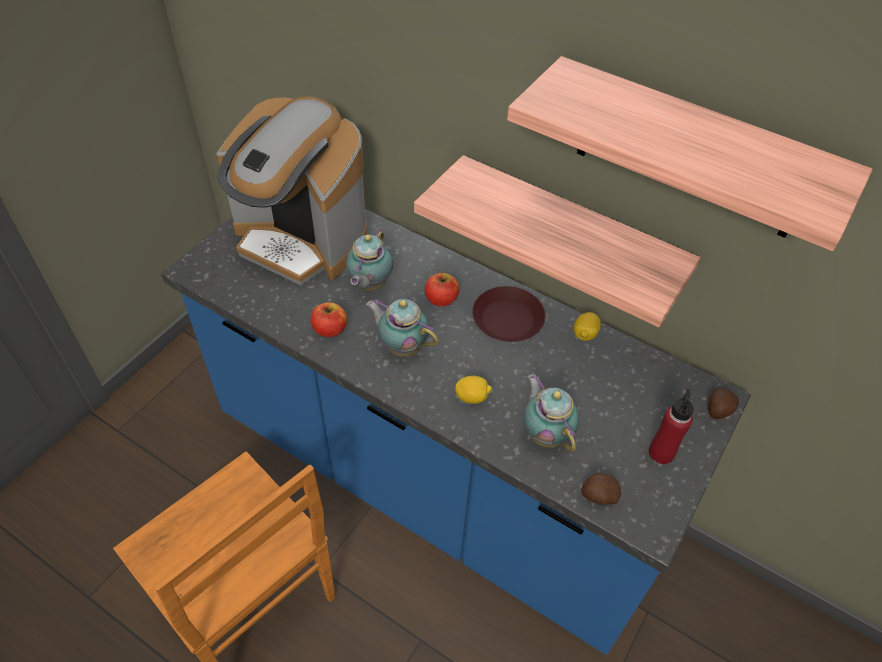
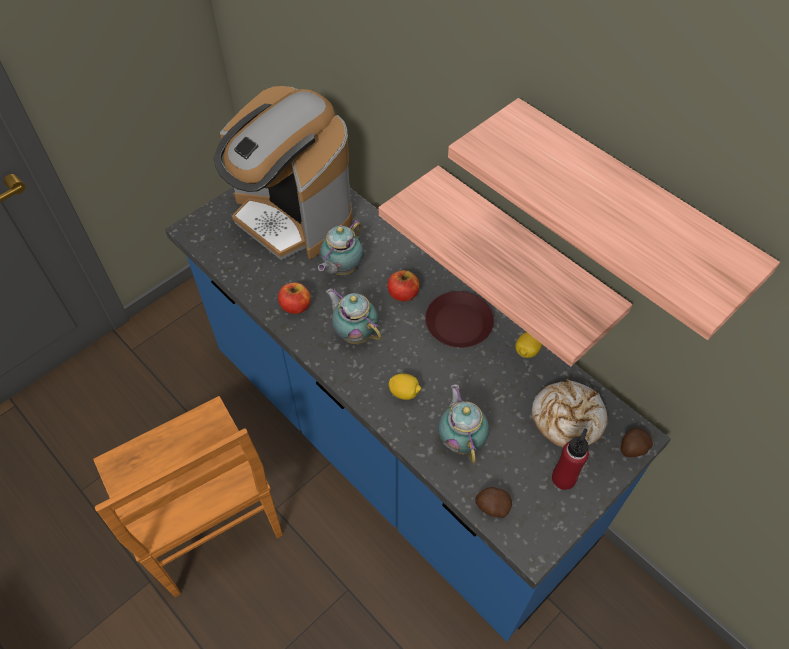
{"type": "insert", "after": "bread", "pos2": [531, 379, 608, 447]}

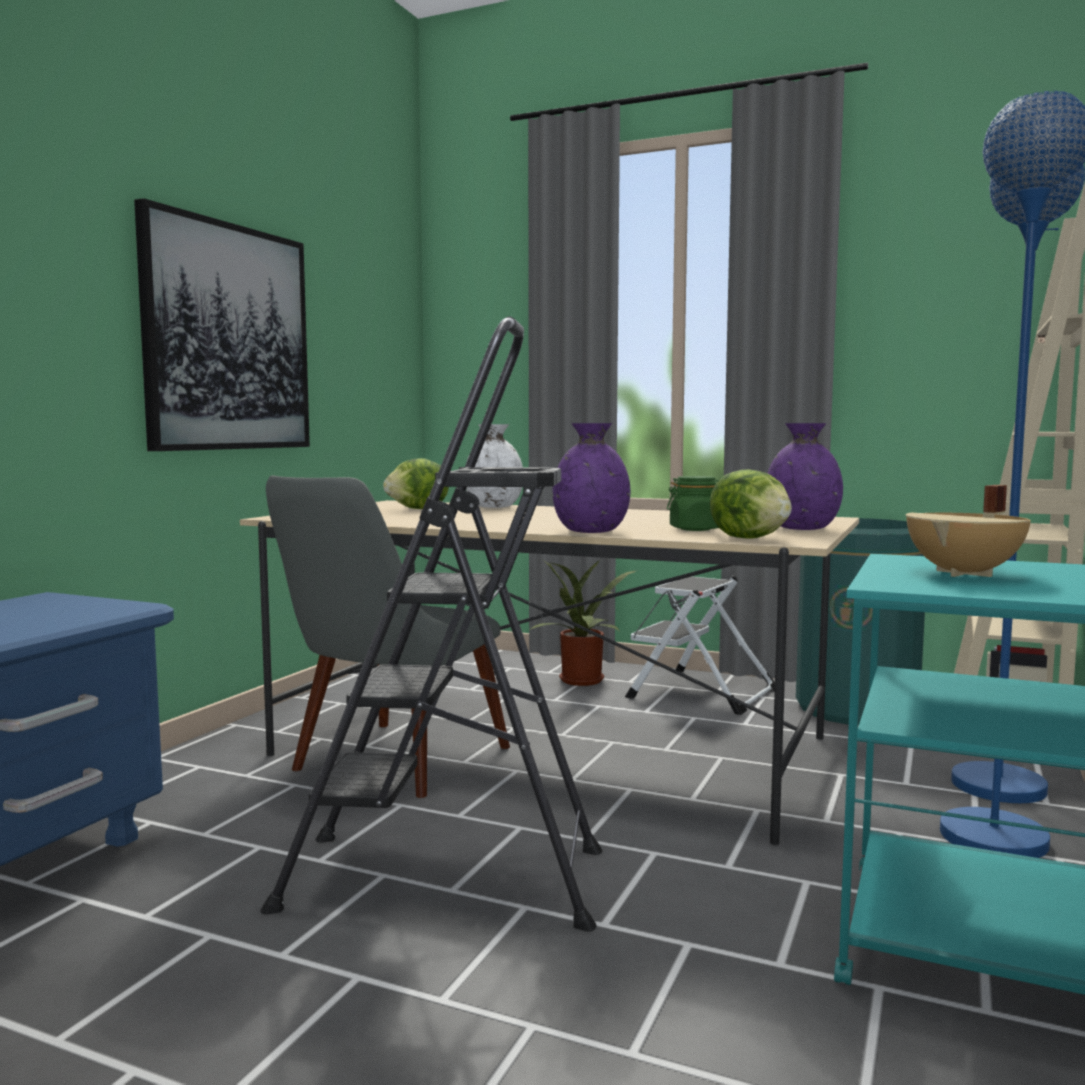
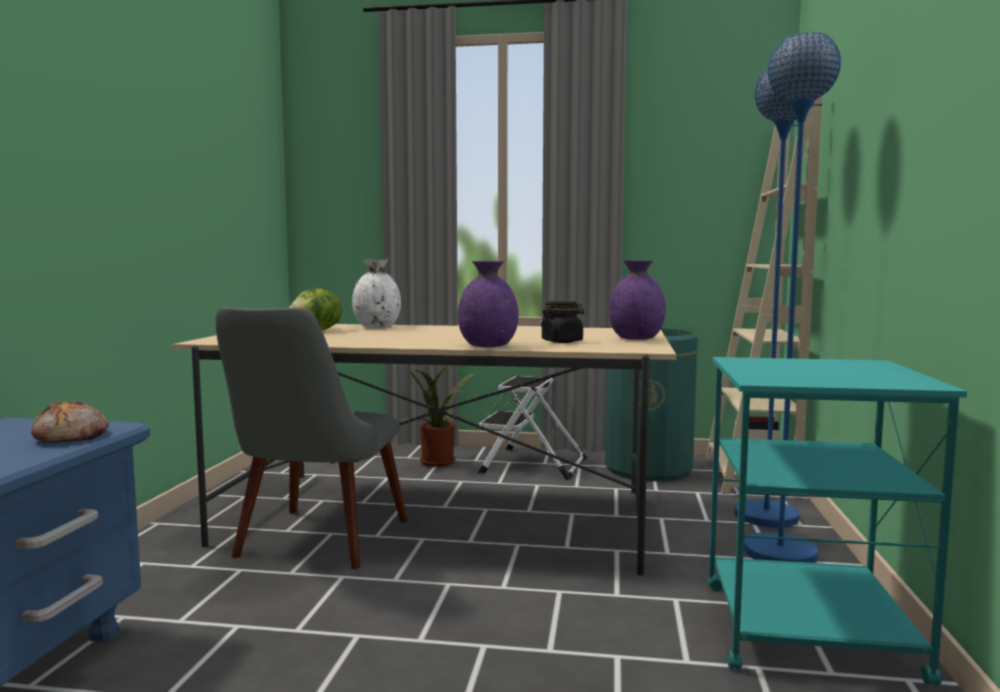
{"type": "delete", "before": "picture", "pos1": [134, 198, 310, 451]}
{"type": "delete", "before": "step ladder", "pos1": [261, 316, 602, 931]}
{"type": "delete", "before": "lettuce", "pos1": [710, 469, 792, 539]}
{"type": "recolor", "before": "green jar", "after": "black jar", "pos1": [667, 476, 719, 531], "pos2": [541, 301, 584, 343]}
{"type": "delete", "before": "beige cooking pot", "pos1": [906, 485, 1031, 577]}
{"type": "insert", "after": "bread", "pos2": [31, 401, 109, 443]}

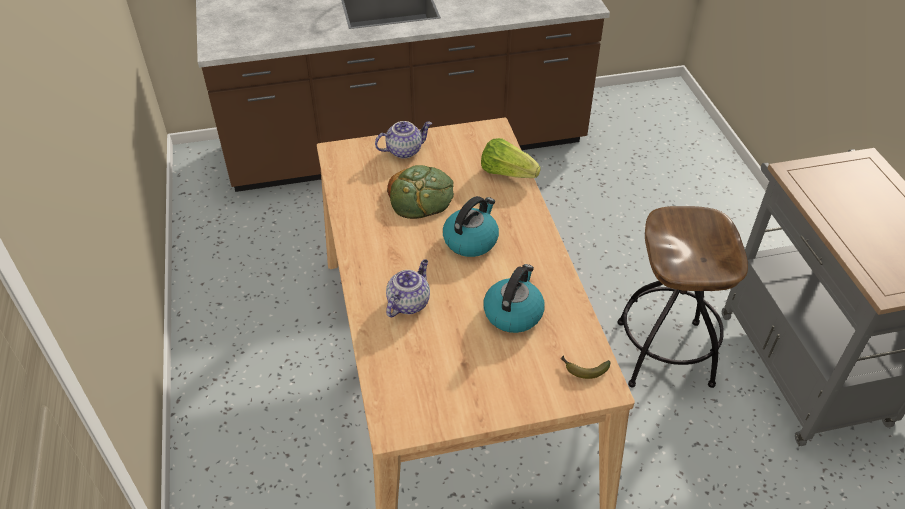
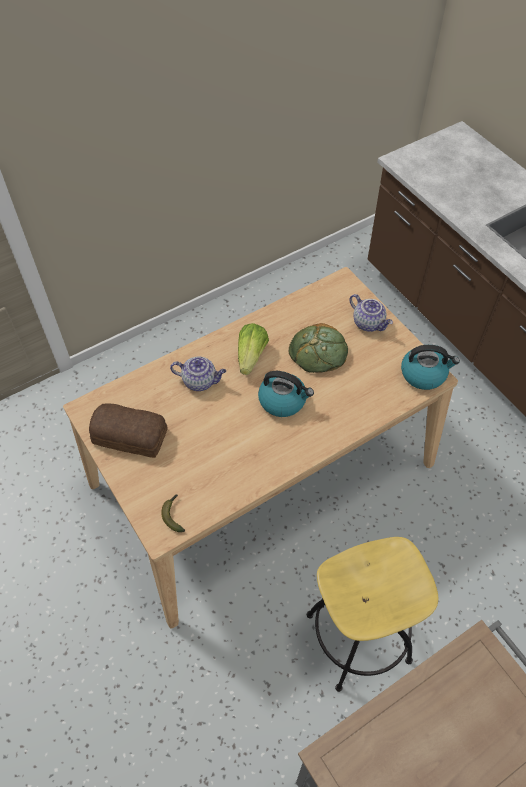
{"type": "move", "before": "lettuce", "pos1": [481, 138, 541, 178], "pos2": [238, 323, 269, 375]}
{"type": "recolor", "before": "brown stool", "after": "yellow stool", "pos1": [618, 206, 748, 388], "pos2": [307, 537, 438, 692]}
{"type": "move", "before": "kettle", "pos1": [483, 264, 545, 333], "pos2": [401, 345, 460, 390]}
{"type": "insert", "after": "bread", "pos2": [89, 404, 168, 458]}

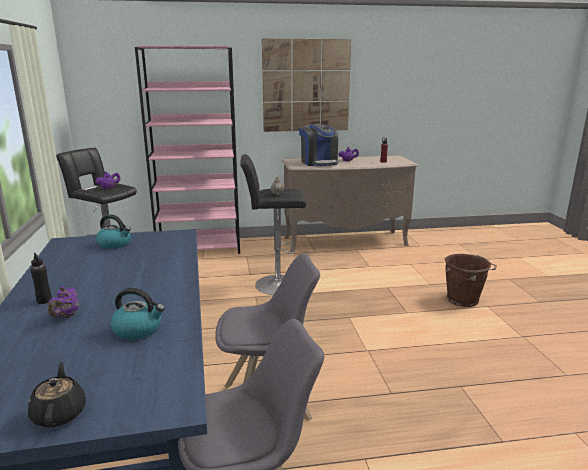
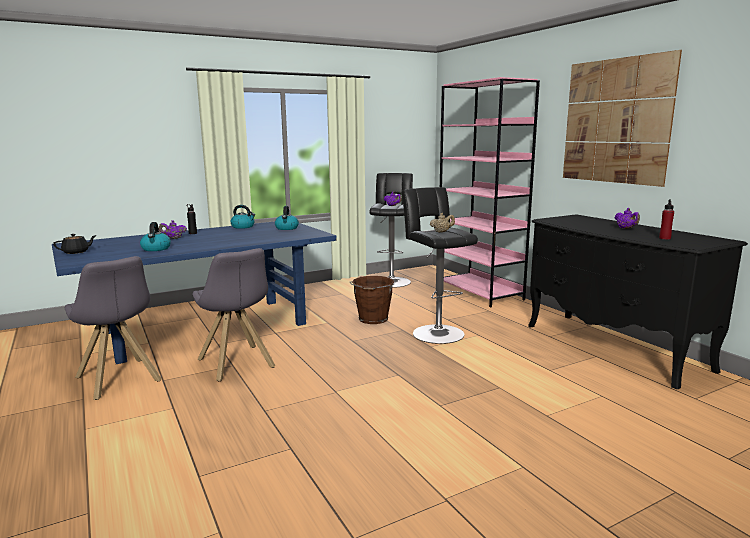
{"type": "delete", "before": "coffee machine", "pos1": [299, 124, 338, 166]}
{"type": "recolor", "before": "beige dresser", "after": "black dresser", "pos1": [282, 155, 418, 253], "pos2": [528, 214, 748, 389]}
{"type": "move", "before": "brown bucket", "pos1": [445, 254, 497, 307], "pos2": [350, 276, 394, 324]}
{"type": "insert", "after": "kettle", "pos2": [231, 205, 255, 229]}

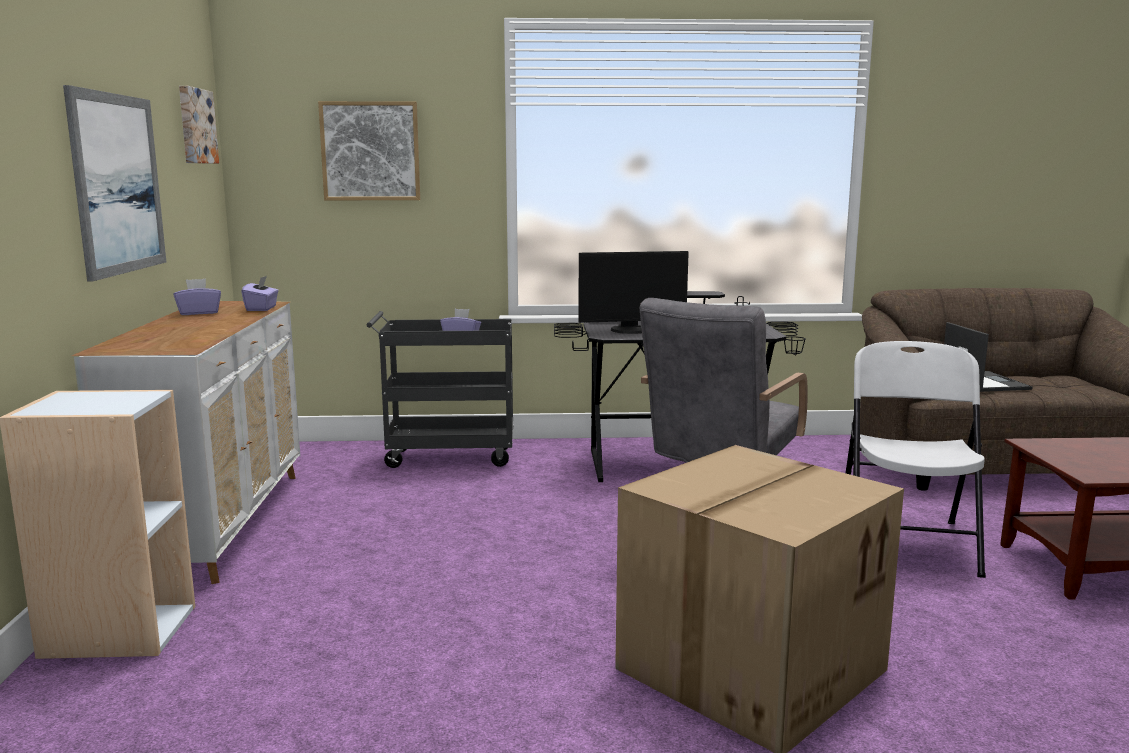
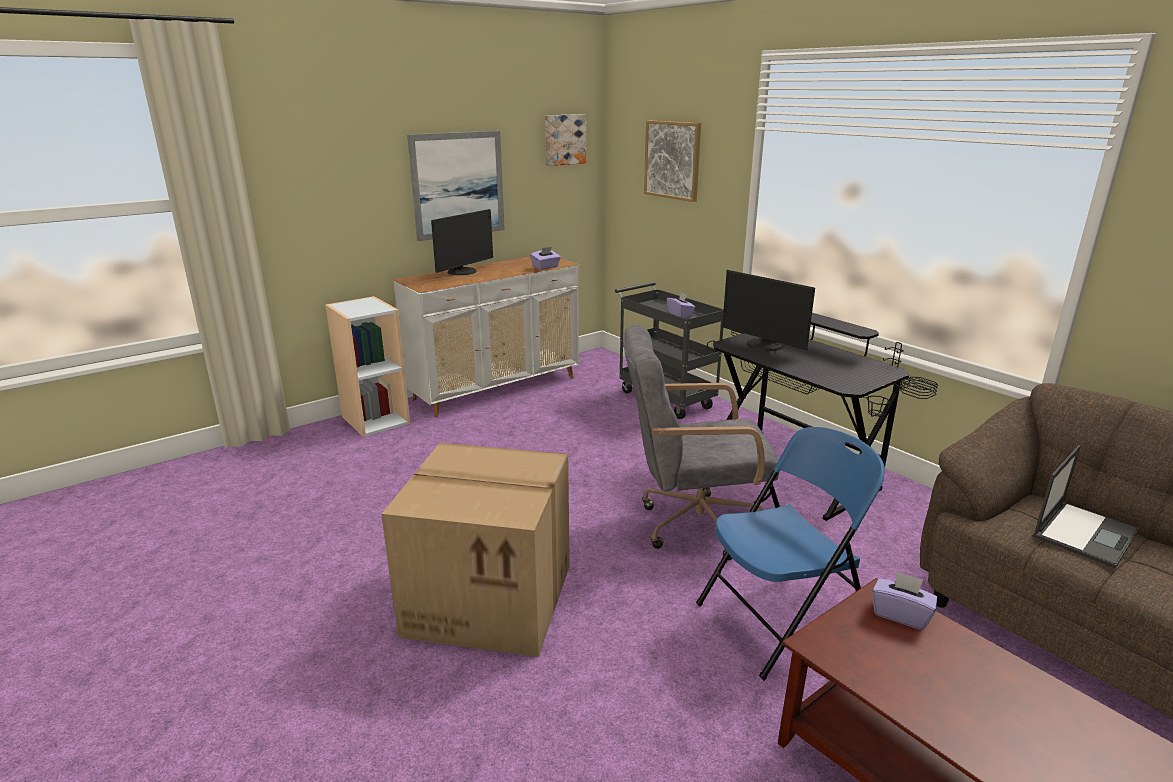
{"type": "move", "before": "purple tissue box", "pos1": [174, 279, 221, 315], "pos2": [872, 571, 937, 630]}
{"type": "recolor", "before": "white chair", "after": "blue chair", "pos1": [846, 341, 986, 578], "pos2": [696, 427, 885, 681]}
{"type": "insert", "after": "monitor", "pos2": [431, 209, 493, 275]}

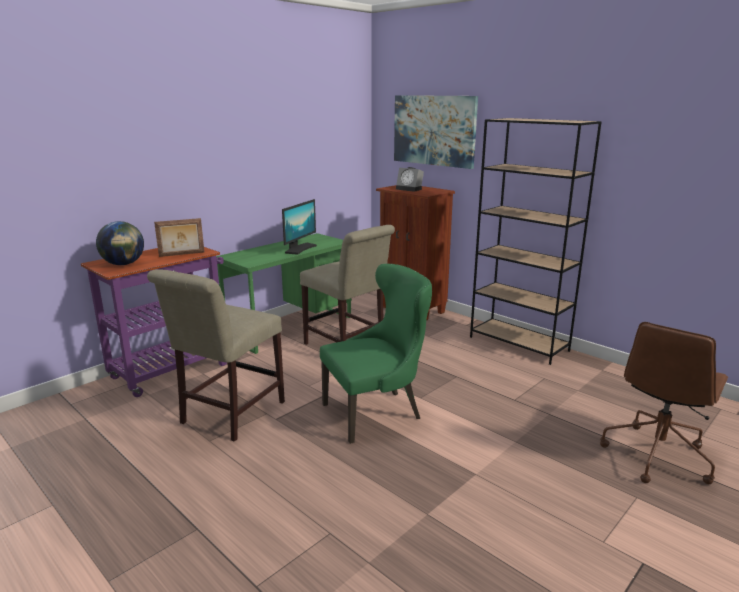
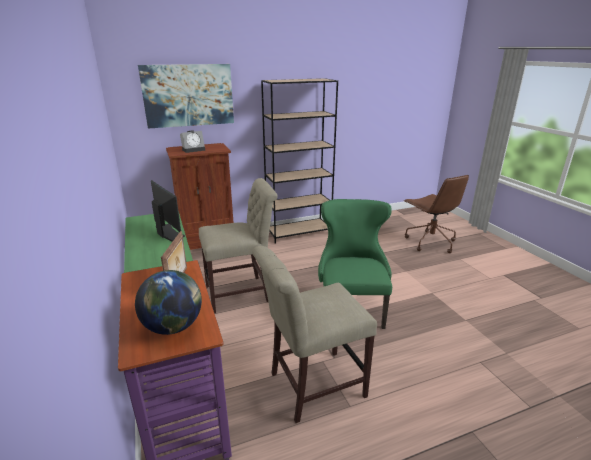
{"type": "rotate", "before": "beige chair", "pos1": [147, 269, 285, 442], "pos2": [252, 246, 377, 423], "turn": 105}

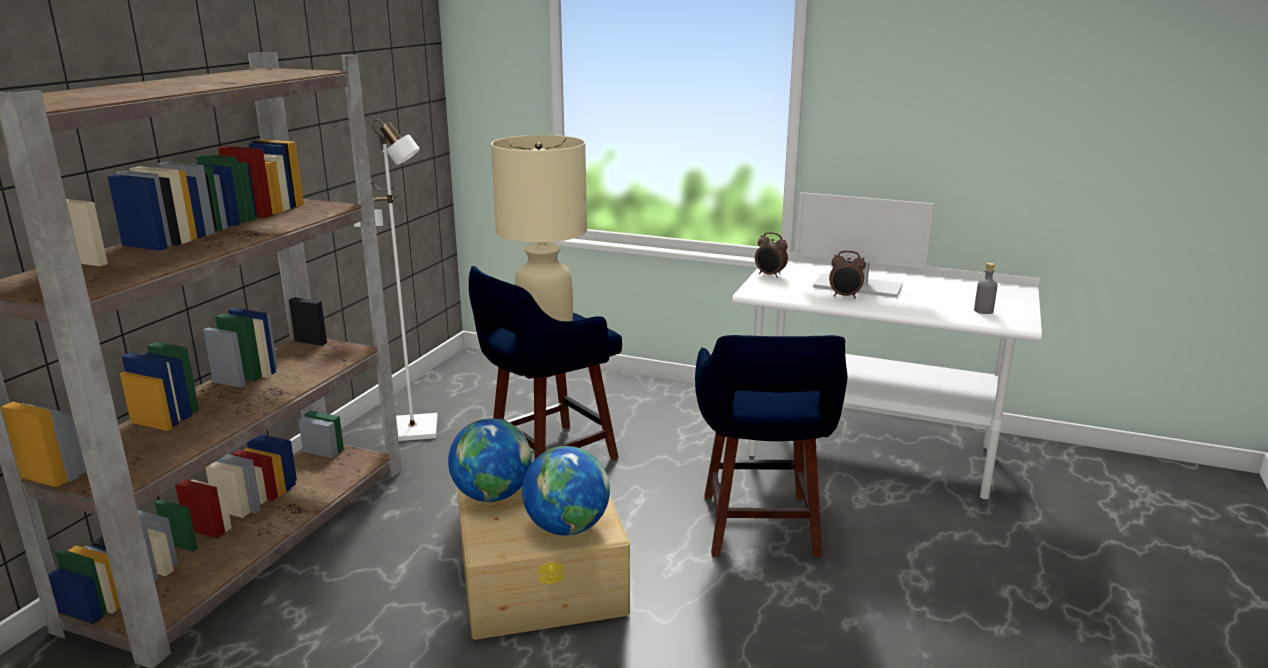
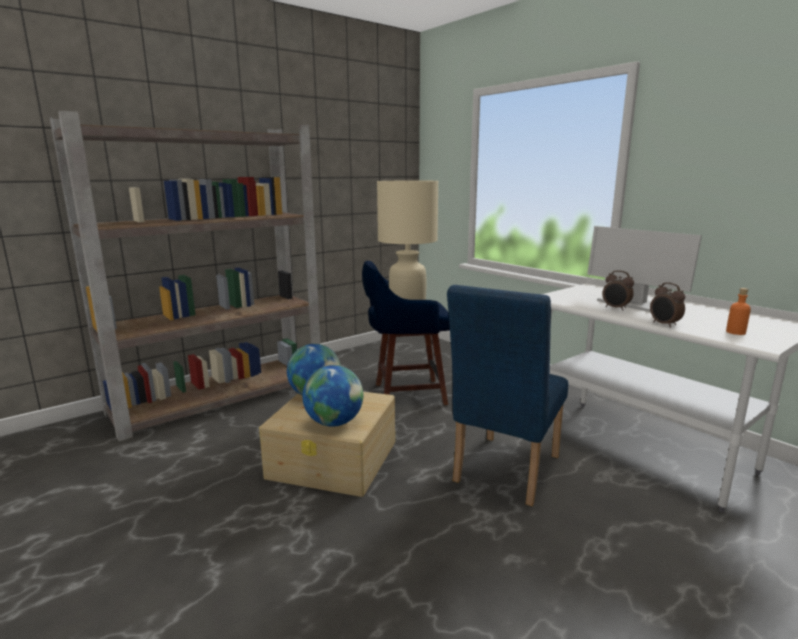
{"type": "delete", "before": "white floor lamp", "pos1": [354, 119, 438, 441]}
{"type": "move", "before": "alarm clock", "pos1": [755, 232, 788, 278], "pos2": [650, 282, 685, 328]}
{"type": "recolor", "before": "grey bottle", "after": "orange bottle", "pos1": [974, 263, 998, 314], "pos2": [726, 288, 751, 335]}
{"type": "replace", "before": "blue stool", "after": "blue chair", "pos1": [695, 335, 847, 557], "pos2": [447, 285, 568, 507]}

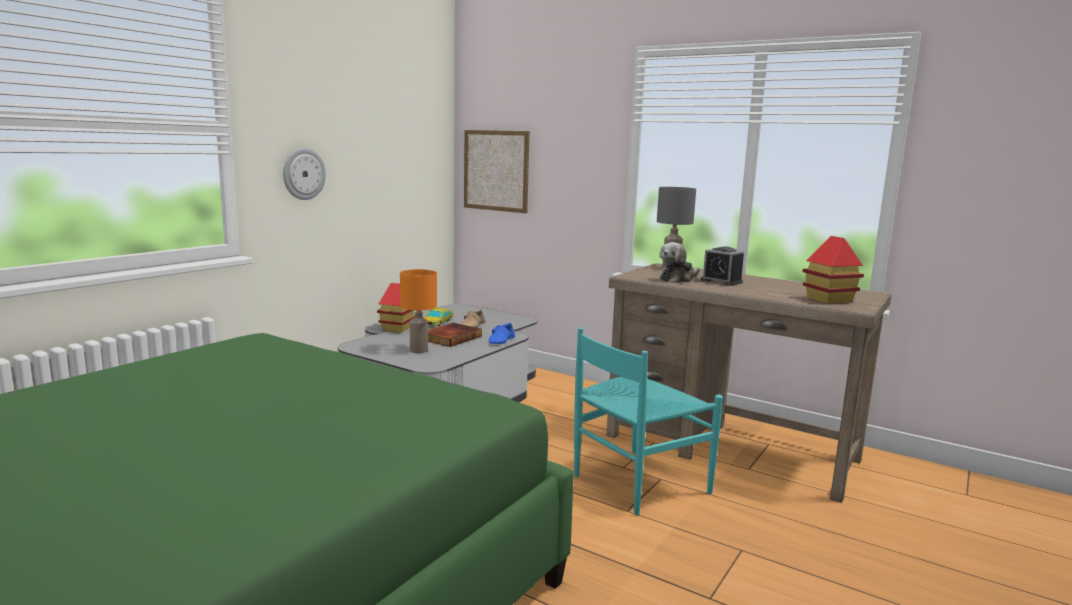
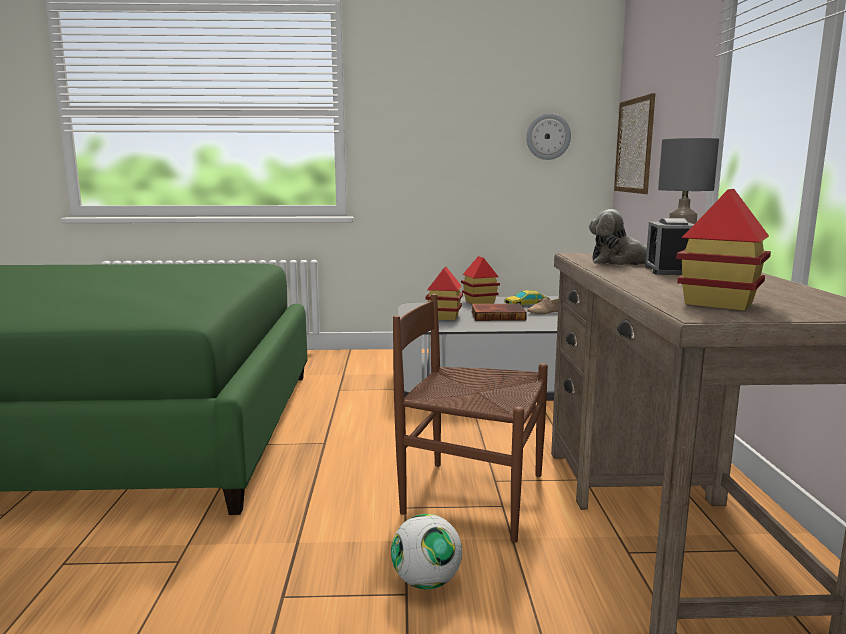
{"type": "move", "before": "wall clock", "pos1": [283, 148, 326, 200], "pos2": [526, 113, 571, 160]}
{"type": "replace", "before": "orange table lamp", "after": "toy house", "pos1": [400, 269, 437, 353], "pos2": [425, 266, 463, 320]}
{"type": "delete", "before": "blue shoe", "pos1": [489, 323, 515, 344]}
{"type": "recolor", "before": "turquoise chair", "after": "brown chair", "pos1": [574, 328, 723, 515], "pos2": [393, 294, 548, 543]}
{"type": "insert", "after": "football", "pos2": [391, 514, 462, 589]}

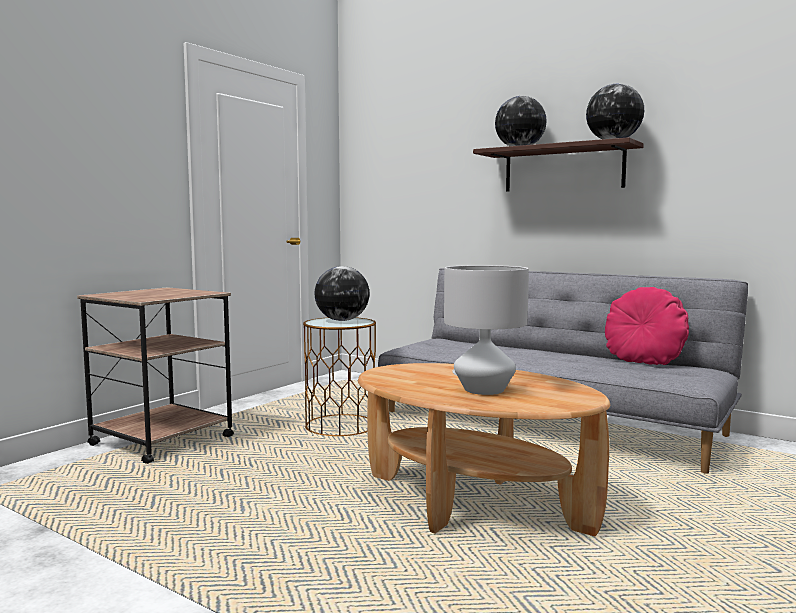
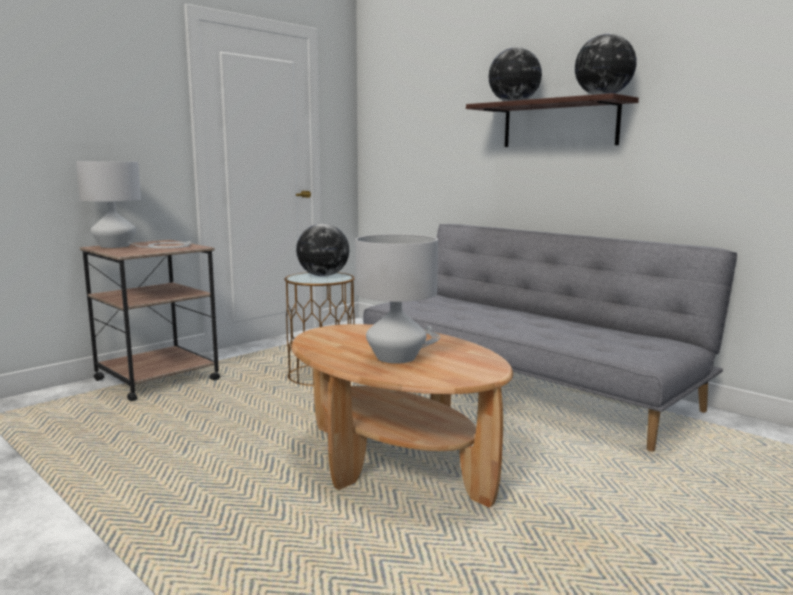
{"type": "delete", "before": "pink pillow", "pos1": [605, 287, 689, 365]}
{"type": "insert", "after": "white table lamp", "pos2": [76, 161, 192, 248]}

